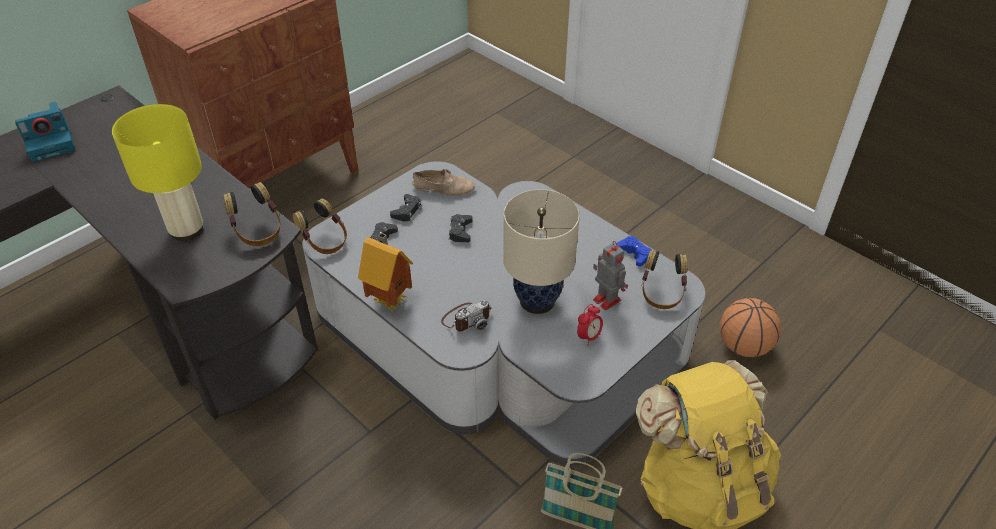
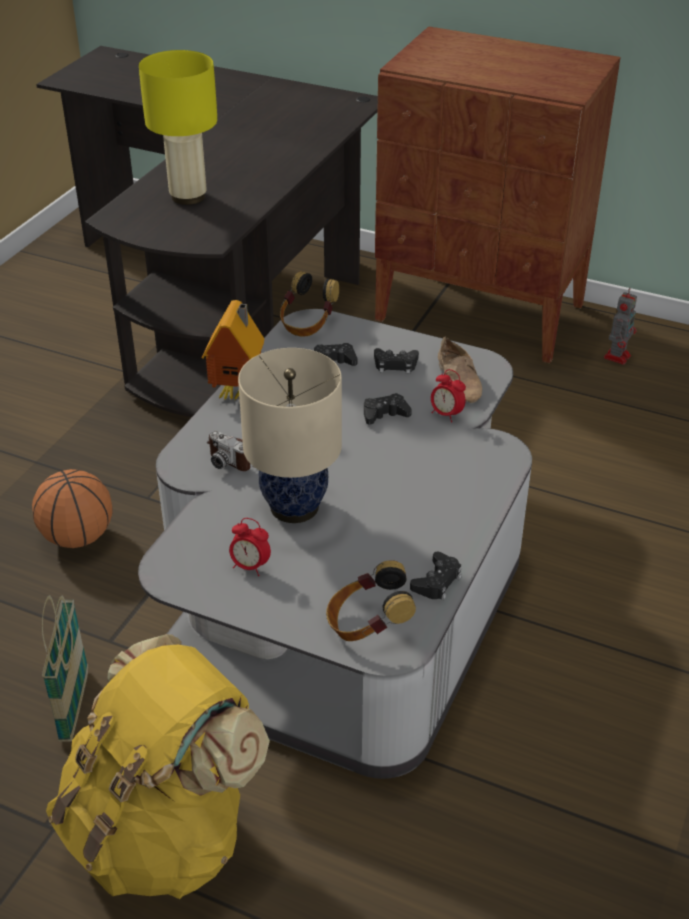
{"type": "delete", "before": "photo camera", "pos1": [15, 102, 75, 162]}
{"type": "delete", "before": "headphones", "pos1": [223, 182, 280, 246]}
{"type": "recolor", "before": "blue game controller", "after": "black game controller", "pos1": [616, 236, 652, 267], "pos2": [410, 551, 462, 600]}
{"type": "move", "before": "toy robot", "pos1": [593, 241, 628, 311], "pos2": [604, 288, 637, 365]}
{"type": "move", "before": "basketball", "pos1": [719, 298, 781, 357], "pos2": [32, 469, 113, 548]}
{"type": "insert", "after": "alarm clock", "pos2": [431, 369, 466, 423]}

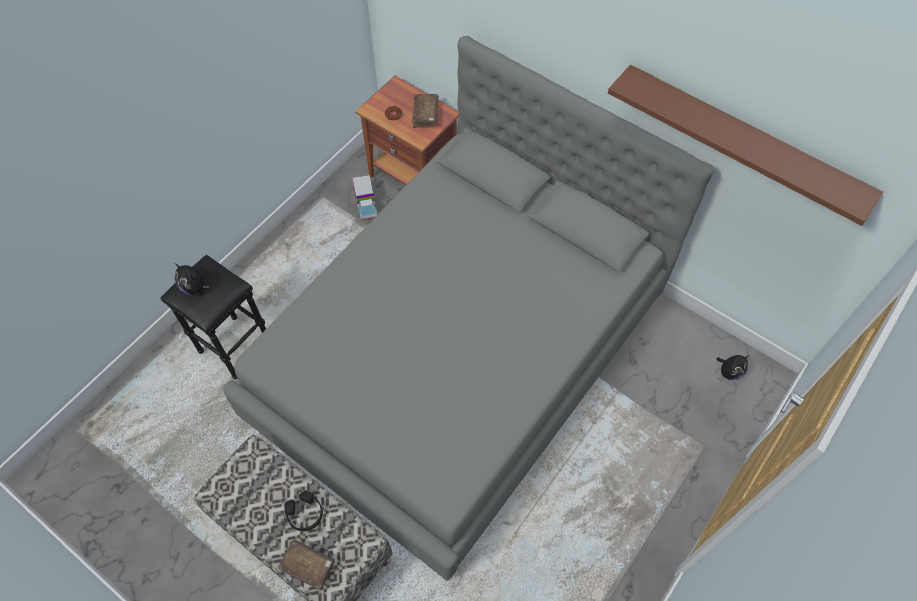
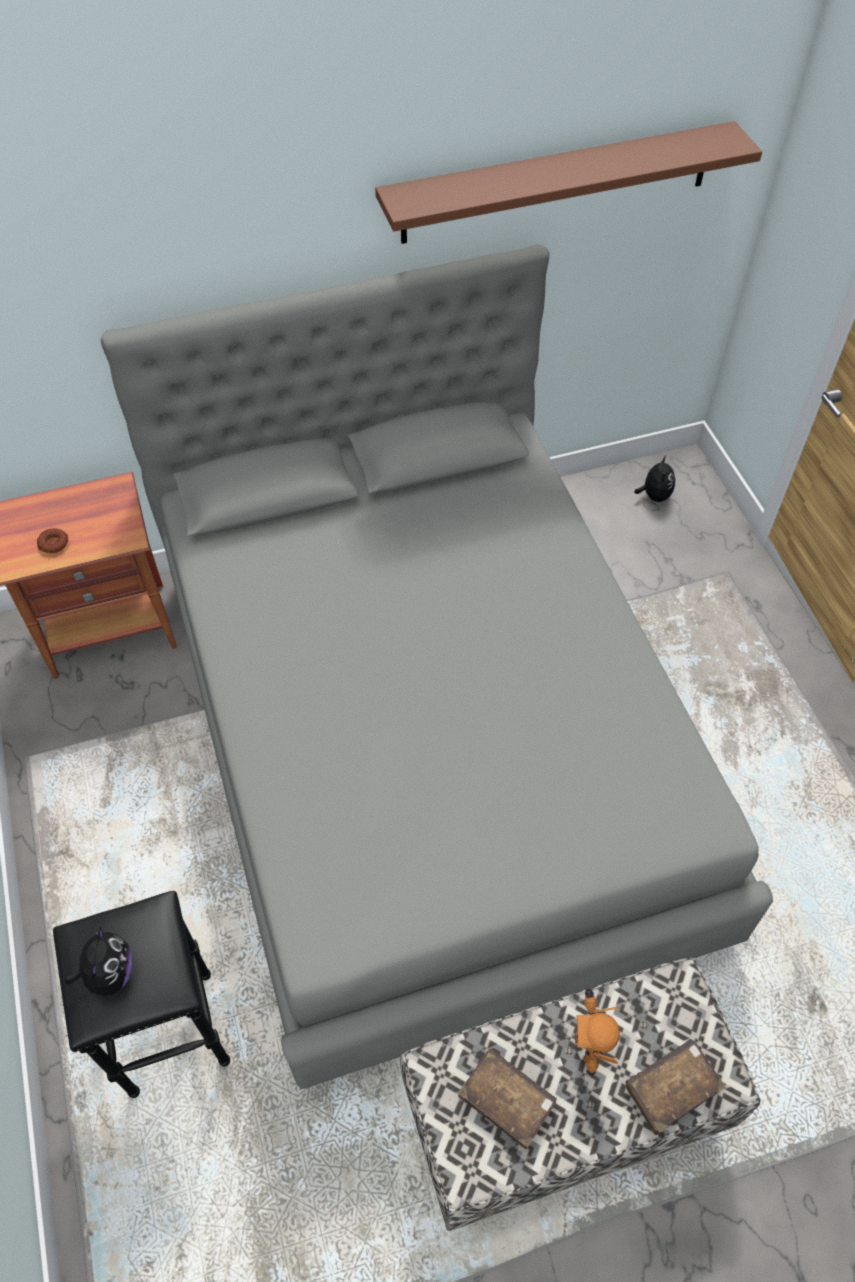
{"type": "move", "before": "brown book", "pos1": [412, 94, 439, 128], "pos2": [458, 1048, 557, 1149]}
{"type": "delete", "before": "toy truck", "pos1": [352, 175, 377, 221]}
{"type": "rotate", "before": "plush toy", "pos1": [175, 263, 209, 295], "pos2": [65, 926, 132, 996], "turn": -75}
{"type": "replace", "before": "black headphones", "after": "toy robot", "pos1": [284, 491, 323, 531], "pos2": [575, 986, 620, 1076]}

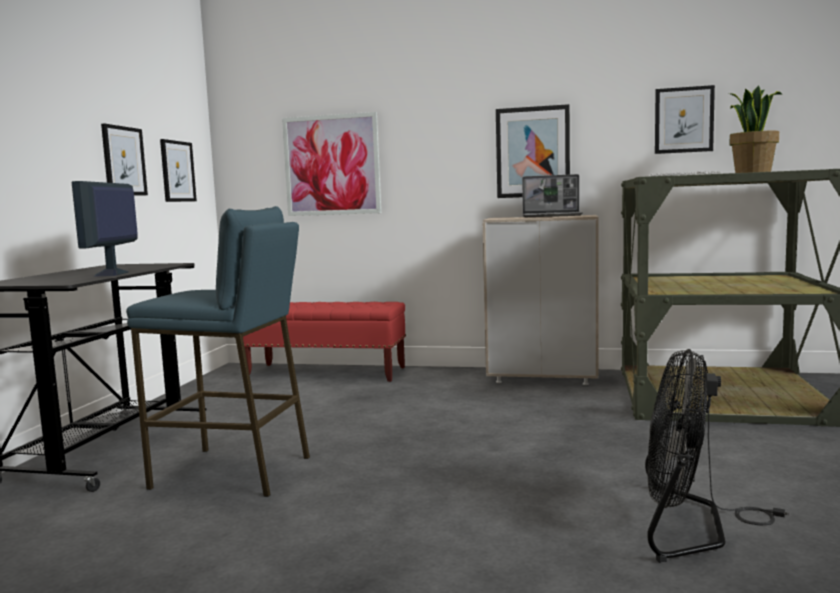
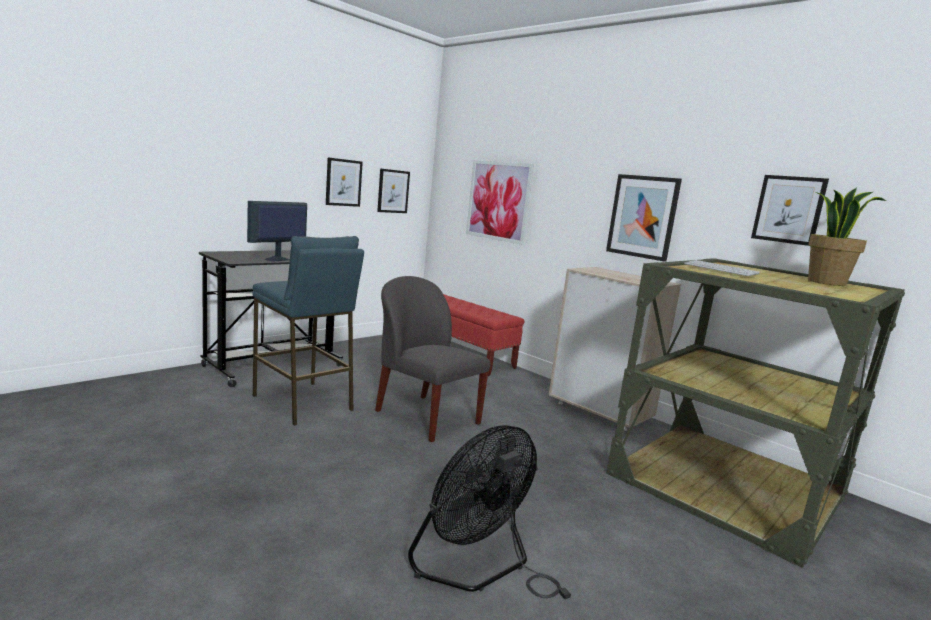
{"type": "delete", "before": "laptop", "pos1": [522, 174, 583, 217]}
{"type": "insert", "after": "grey chair", "pos2": [375, 276, 490, 442]}

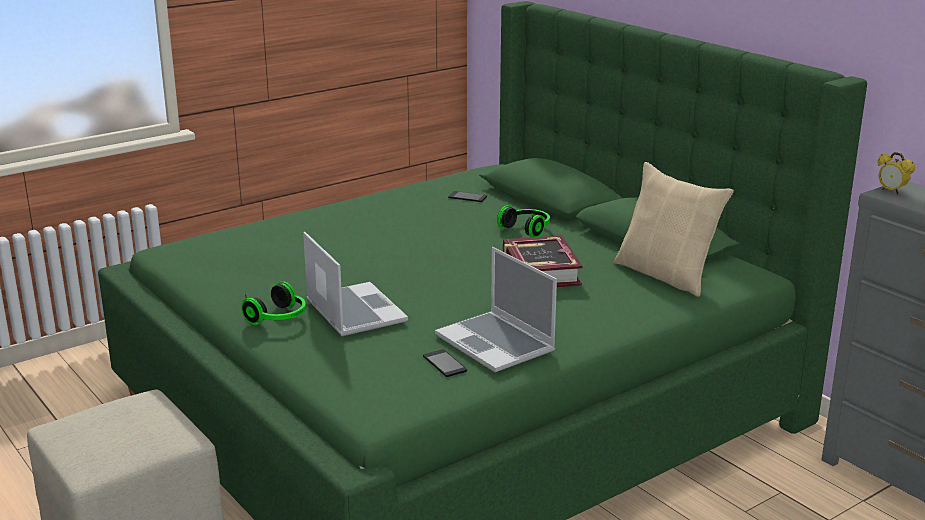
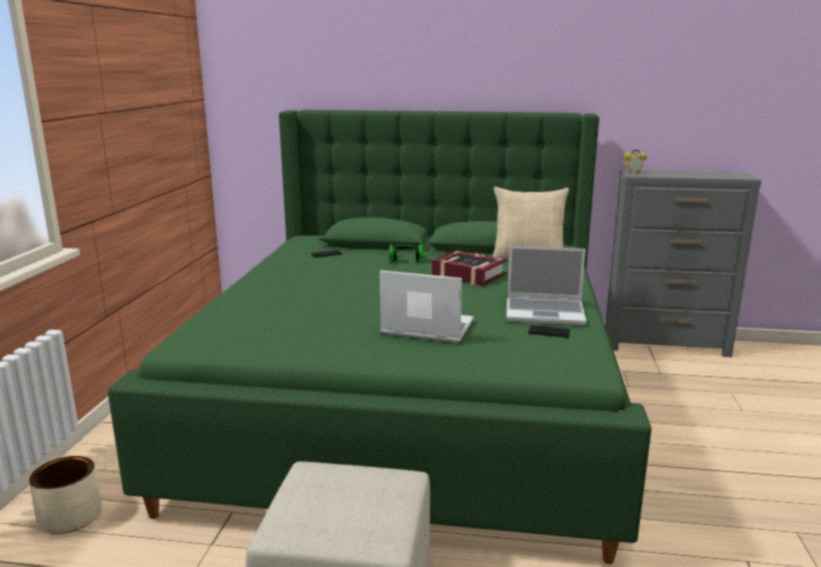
{"type": "delete", "before": "headphones", "pos1": [241, 281, 306, 325]}
{"type": "insert", "after": "beige planter", "pos2": [29, 456, 102, 534]}

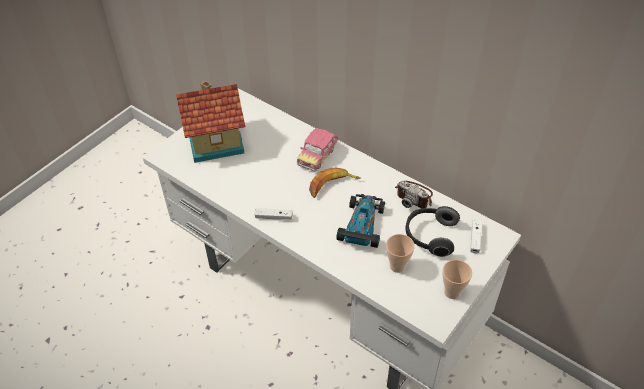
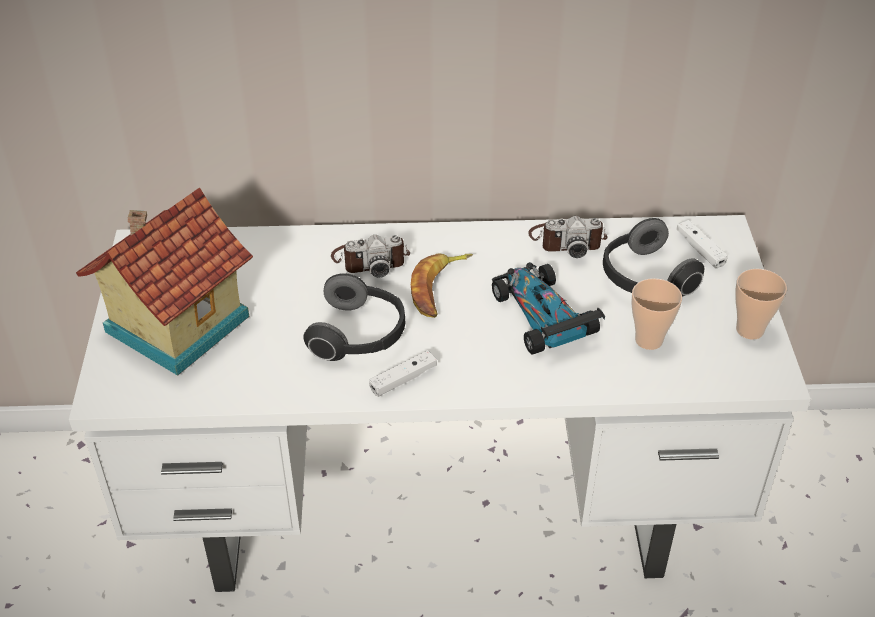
{"type": "replace", "before": "toy car", "after": "photo camera", "pos1": [297, 128, 338, 172], "pos2": [331, 235, 410, 278]}
{"type": "insert", "after": "headphones", "pos2": [304, 273, 405, 361]}

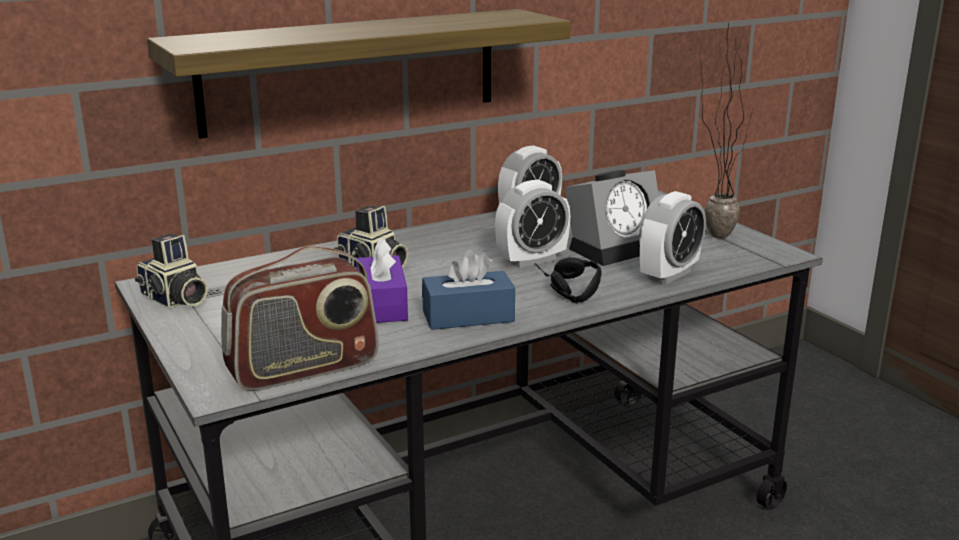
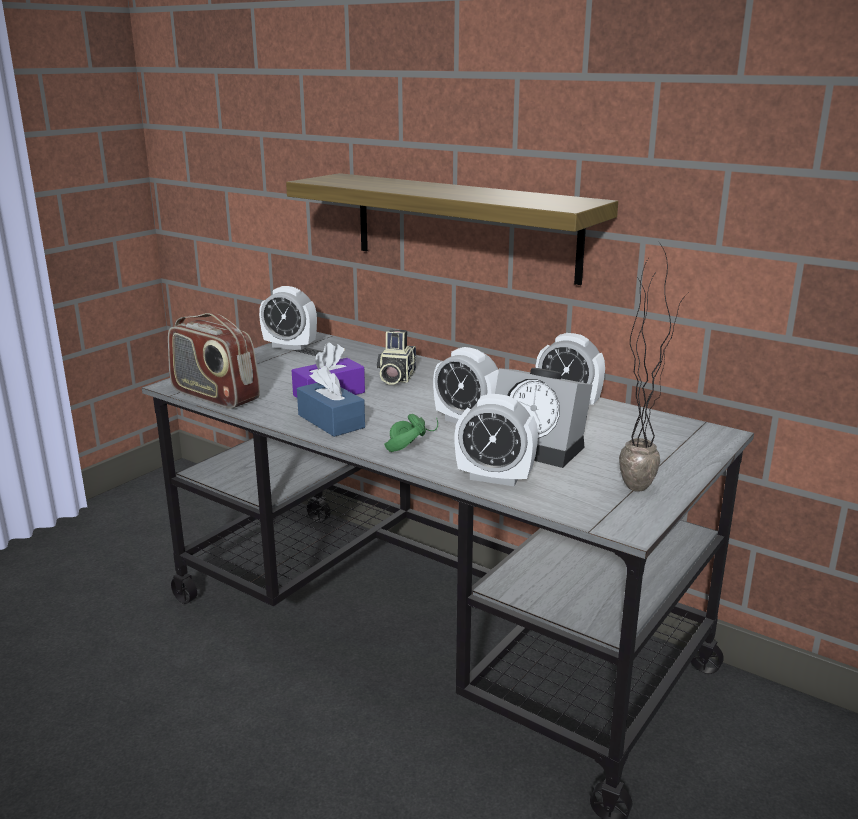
{"type": "replace", "before": "photo camera", "after": "alarm clock", "pos1": [135, 234, 208, 308], "pos2": [259, 286, 317, 351]}
{"type": "recolor", "before": "black headphones", "after": "green headphones", "pos1": [535, 257, 601, 304], "pos2": [384, 414, 438, 452]}

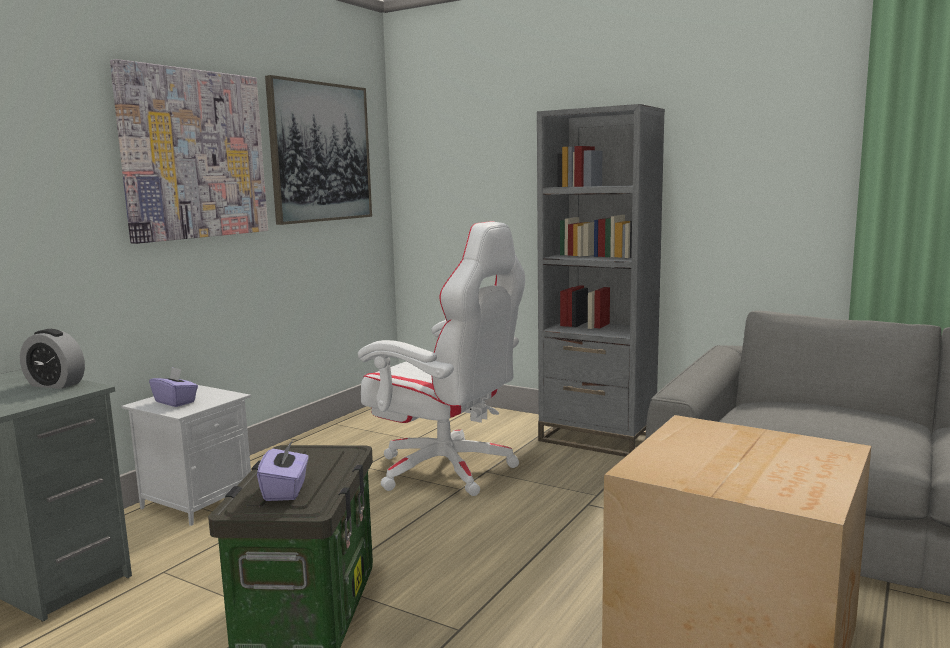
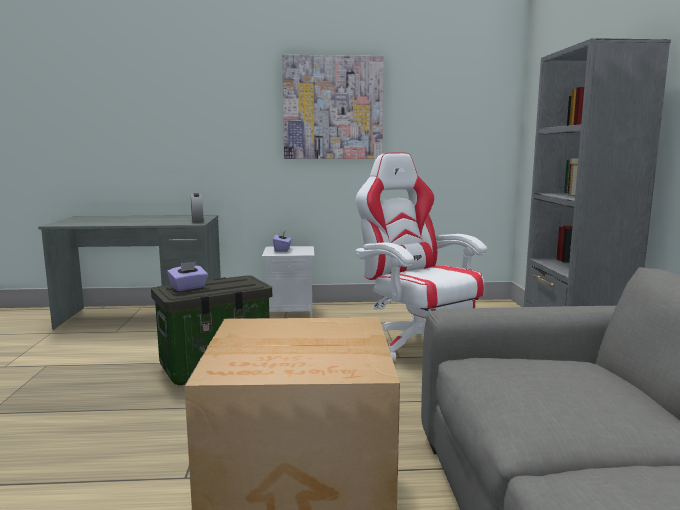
{"type": "delete", "before": "picture", "pos1": [265, 75, 372, 225]}
{"type": "rotate", "before": "white office chair", "pos1": [358, 221, 525, 496], "pos2": [355, 153, 487, 362], "turn": 150}

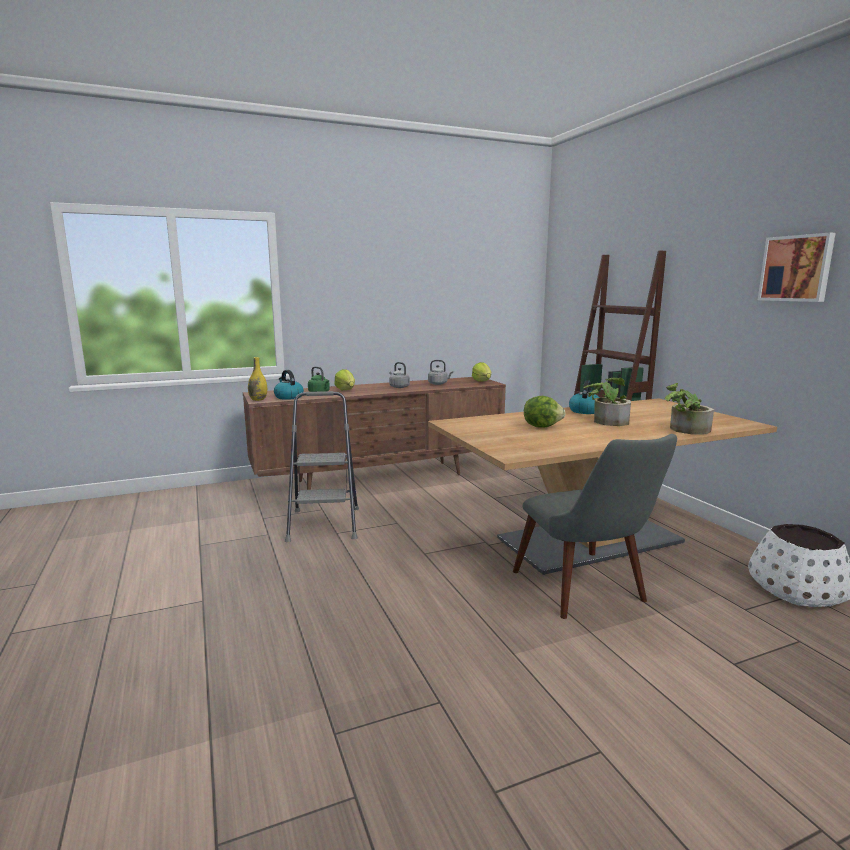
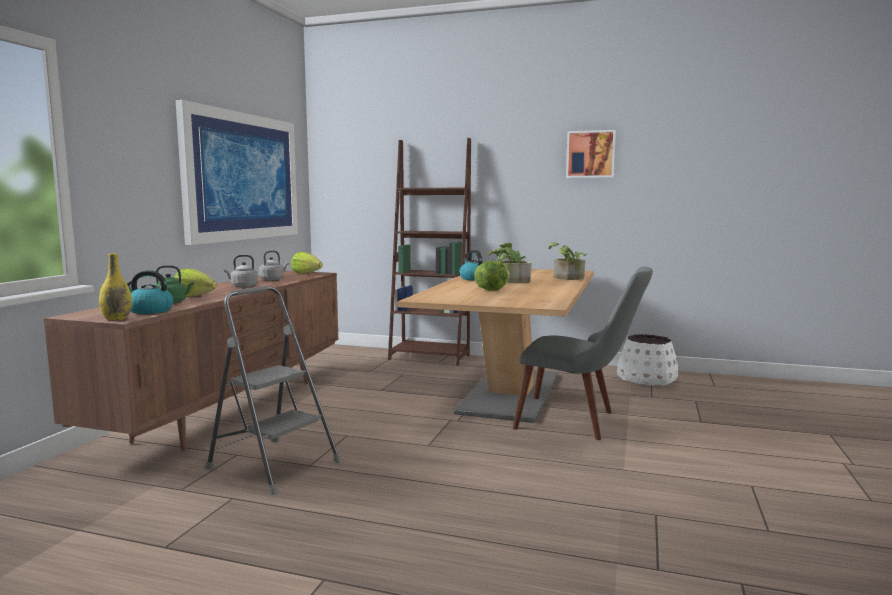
{"type": "insert", "after": "picture", "pos2": [176, 100, 298, 245]}

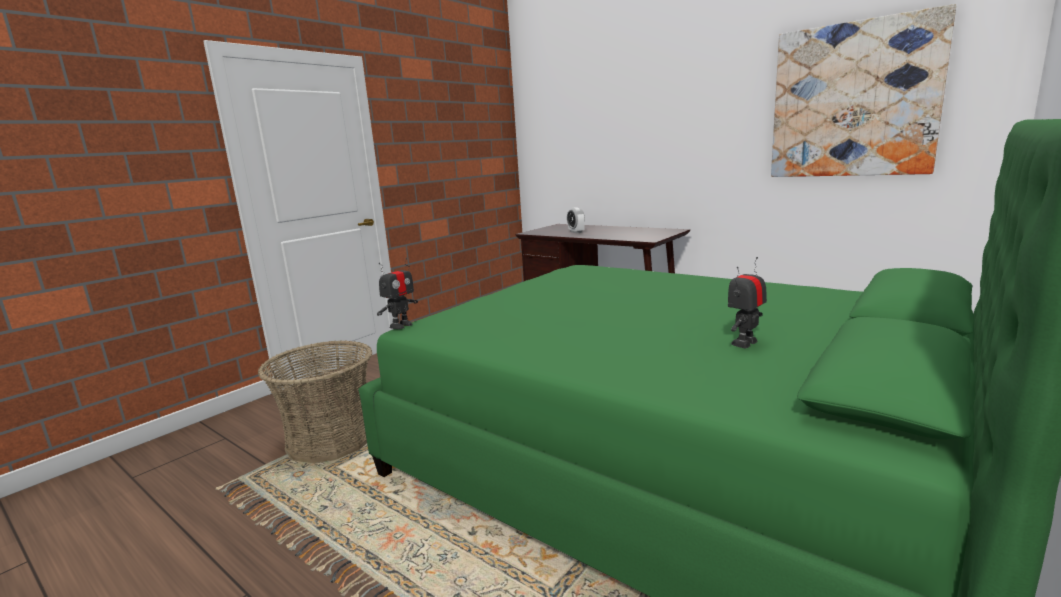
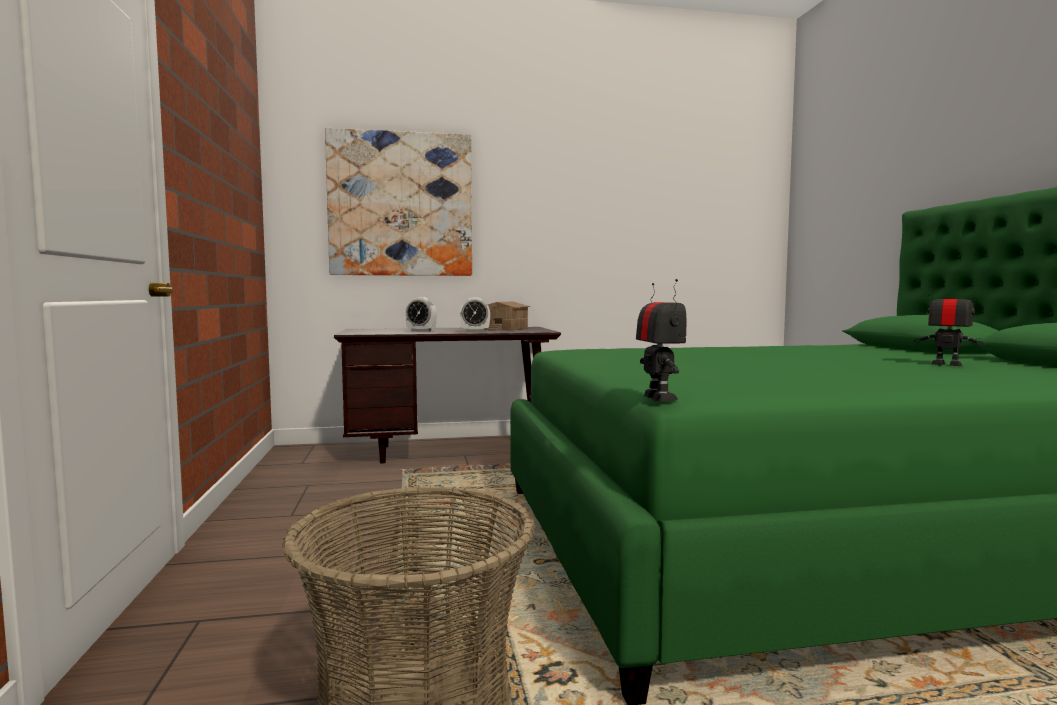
{"type": "move", "before": "picture", "pos1": [771, 4, 956, 177], "pos2": [325, 128, 472, 276]}
{"type": "rotate", "before": "toy robot", "pos1": [728, 257, 767, 349], "pos2": [914, 283, 985, 366], "turn": 135}
{"type": "insert", "after": "alarm clock", "pos2": [459, 297, 490, 332]}
{"type": "insert", "after": "toy house", "pos2": [485, 302, 530, 331]}

